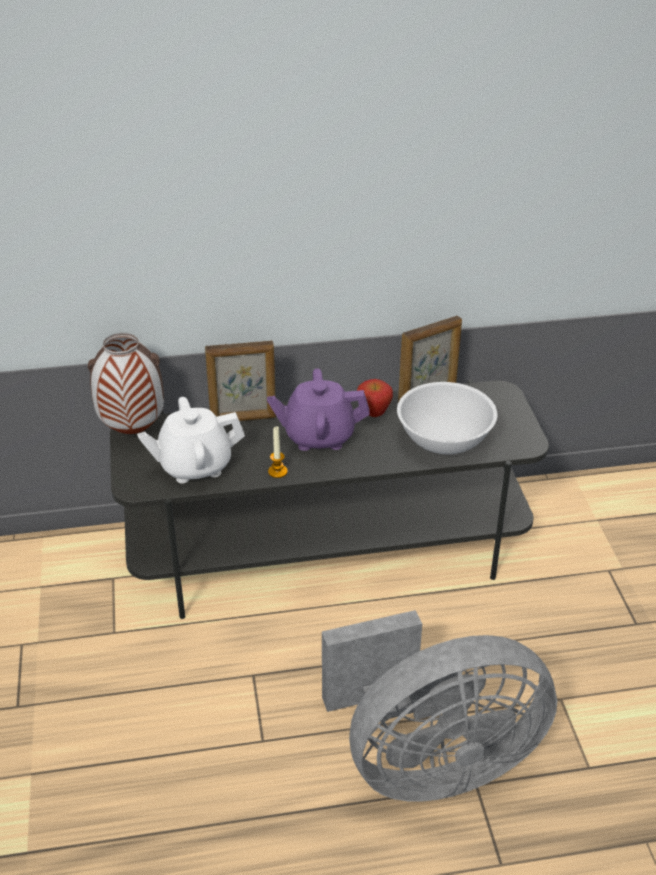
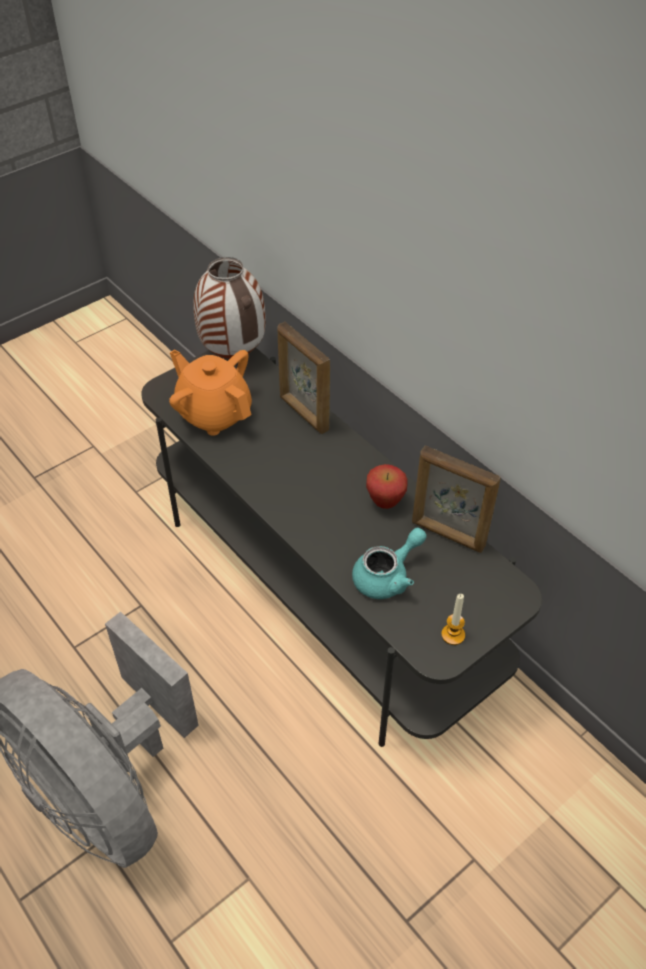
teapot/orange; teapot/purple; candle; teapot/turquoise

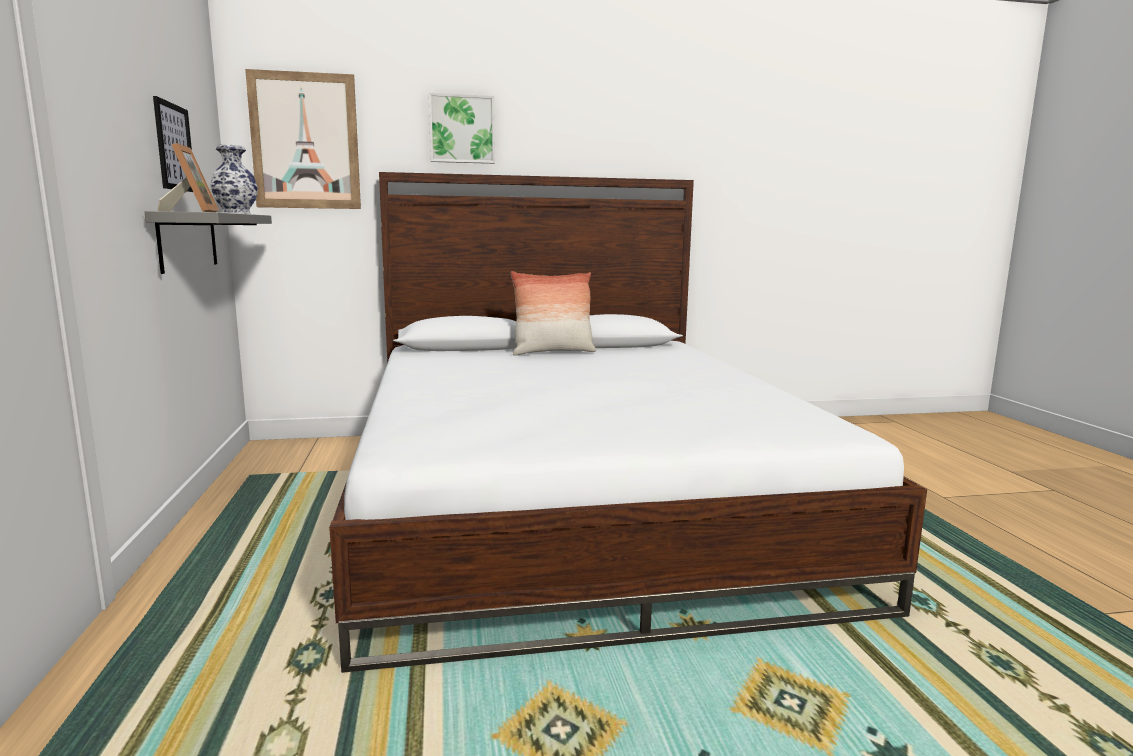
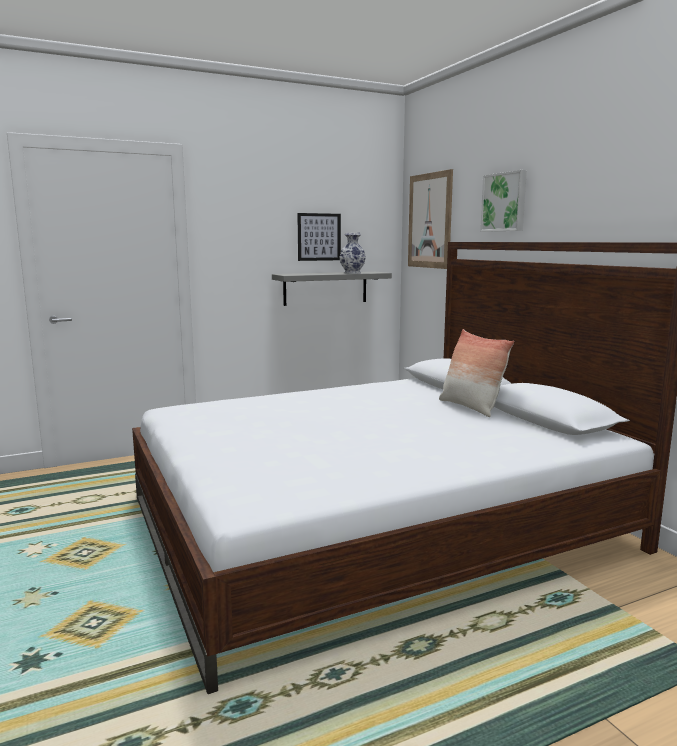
picture frame

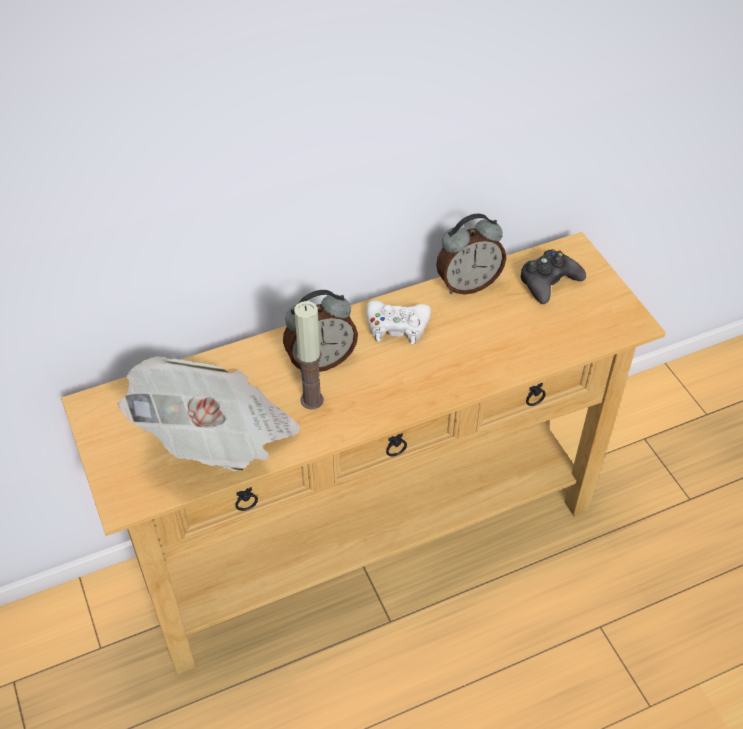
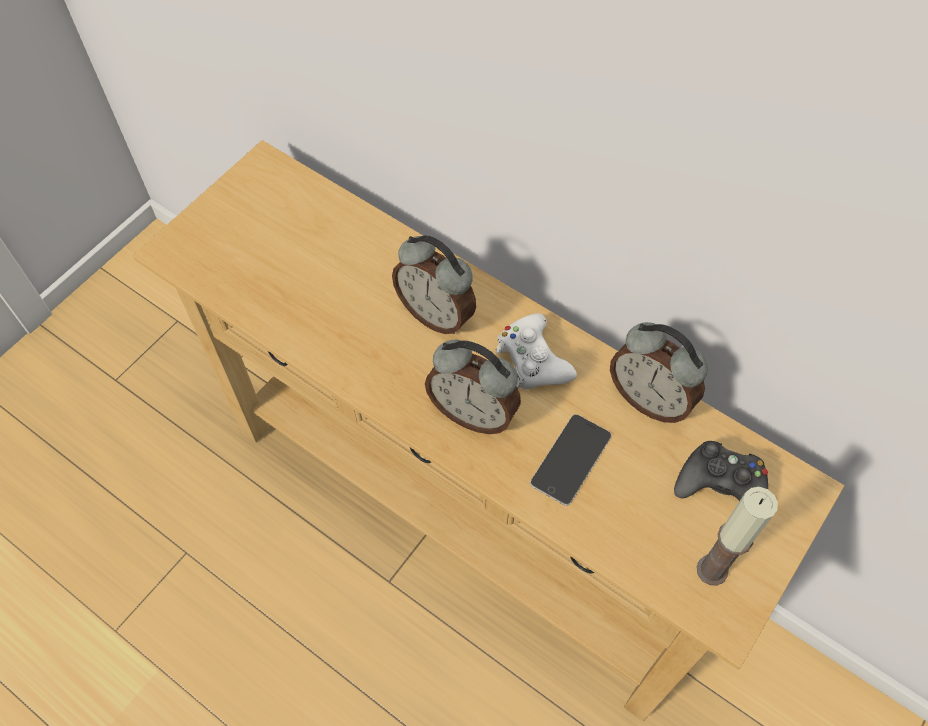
newspaper; candle; alarm clock (no. 2 from left); phone

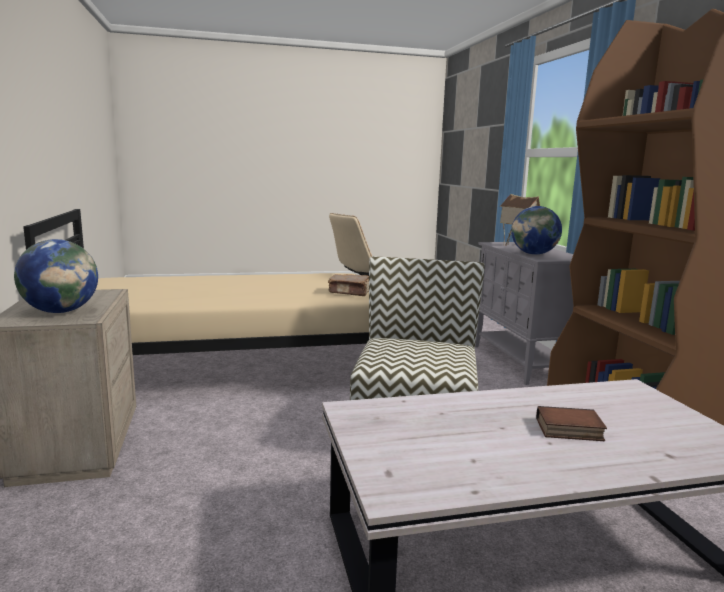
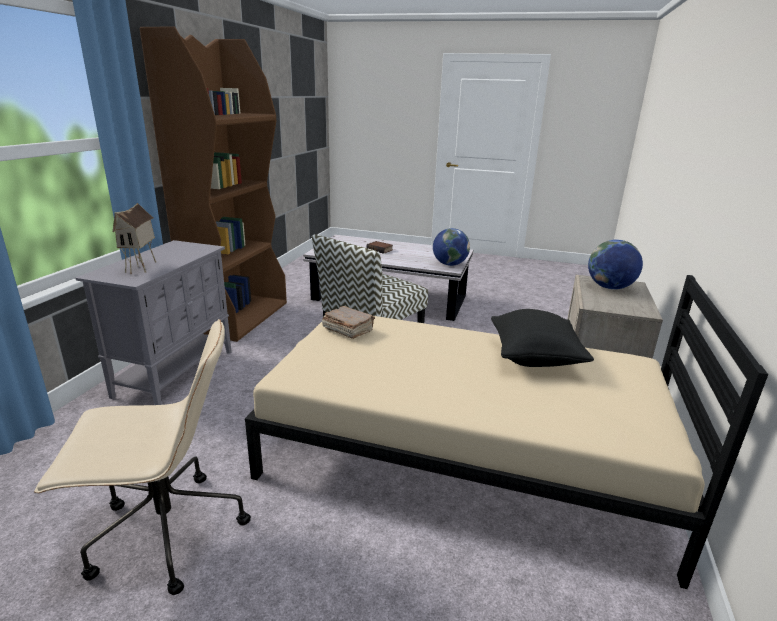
globe (no. 1 from left); pillow/black

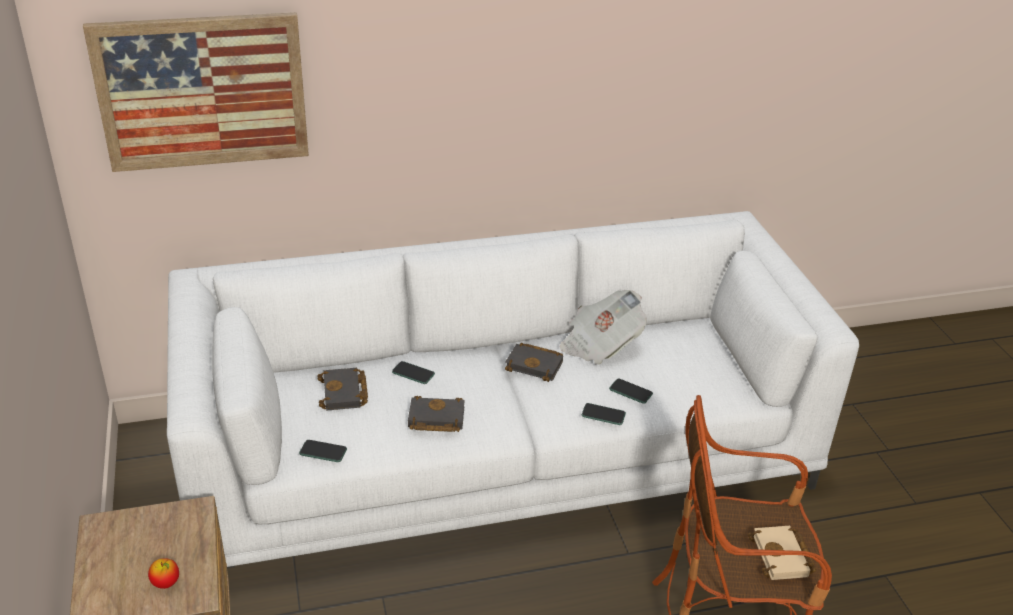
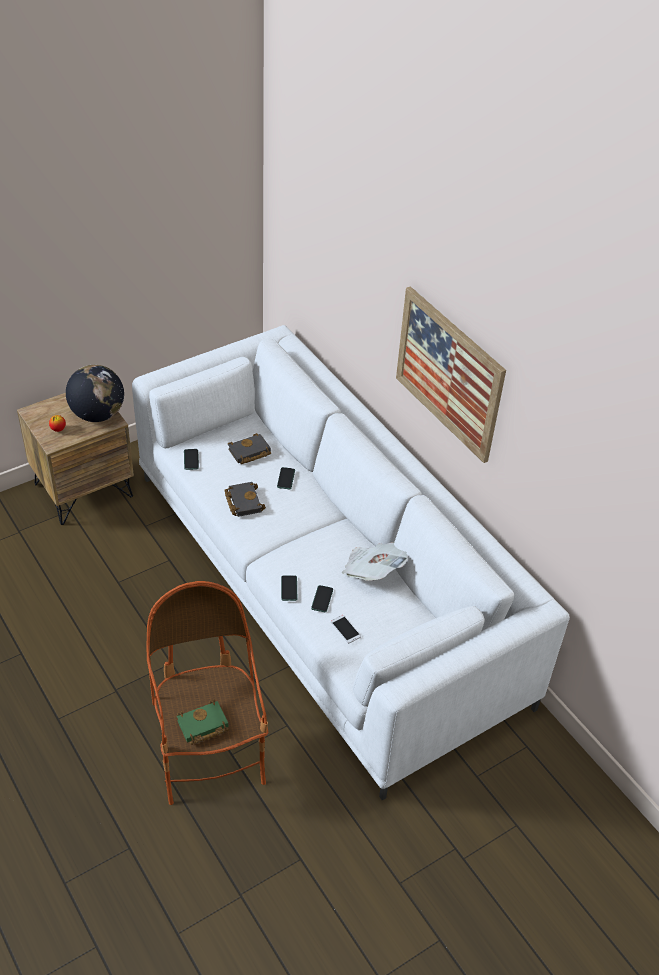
picture; book/black (no. 3 from left in the first image); book/green; globe; phone (no. 5 from left)

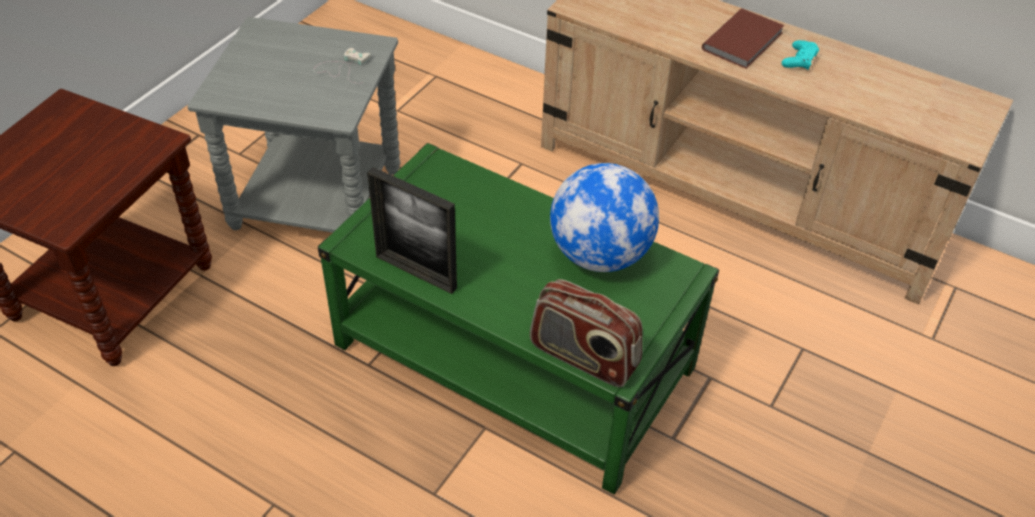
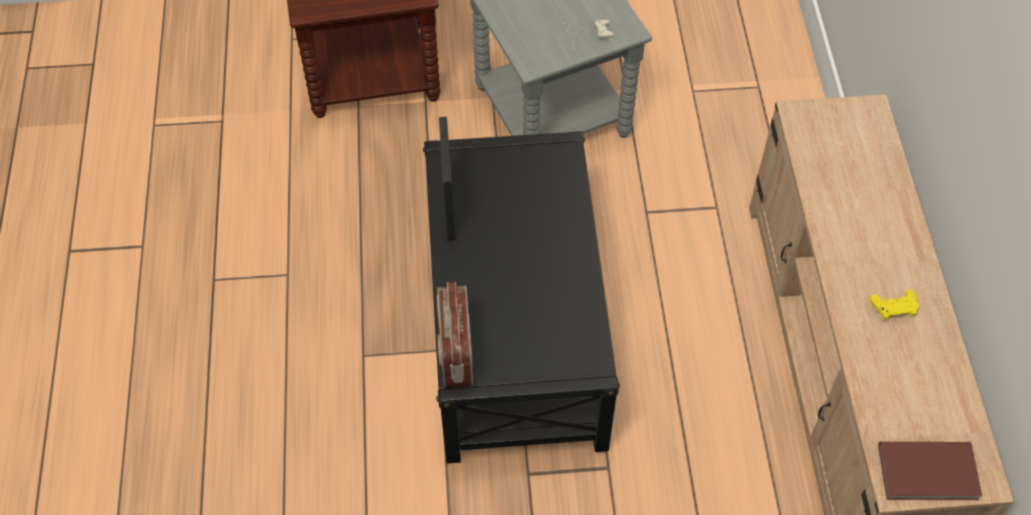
coffee table/black; globe; book/brown; game controller/yellow

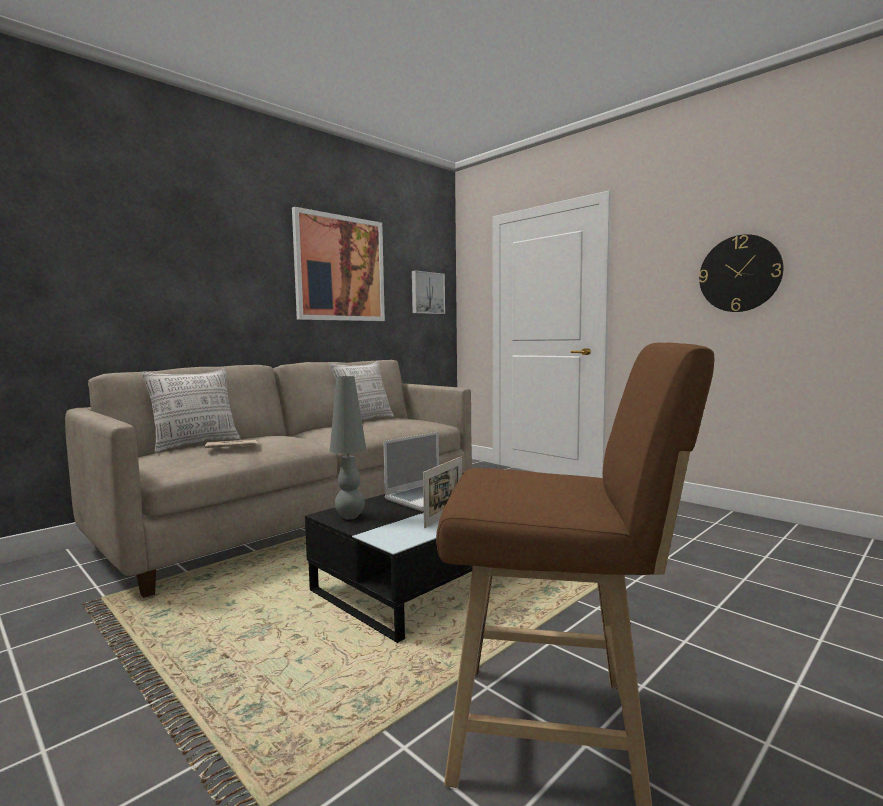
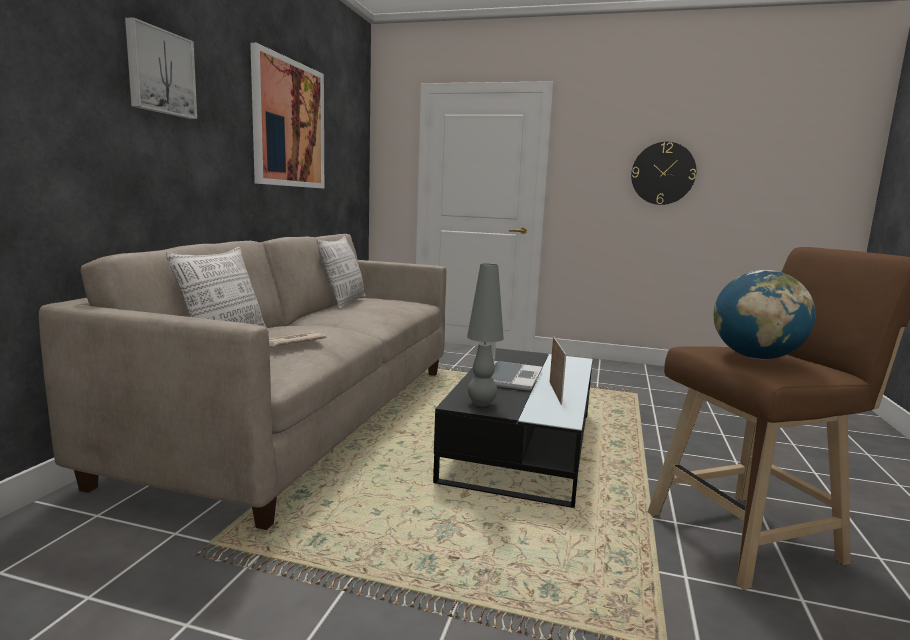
picture (no. 1 from left); globe

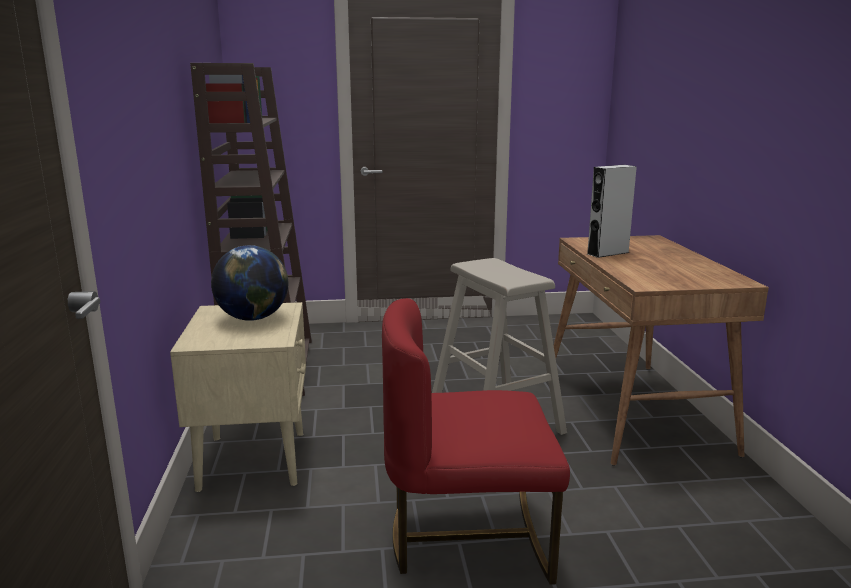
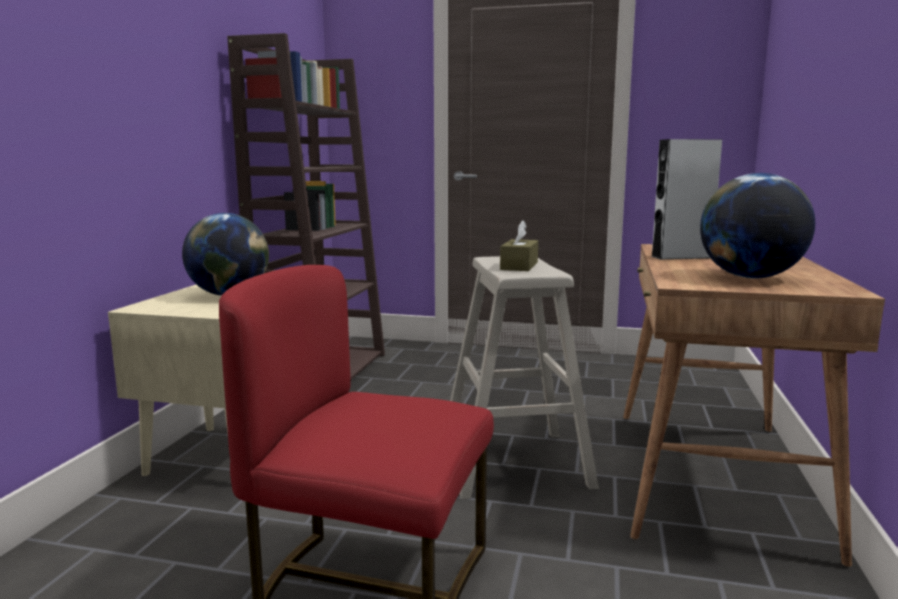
tissue box/brown; globe (no. 2 from left)

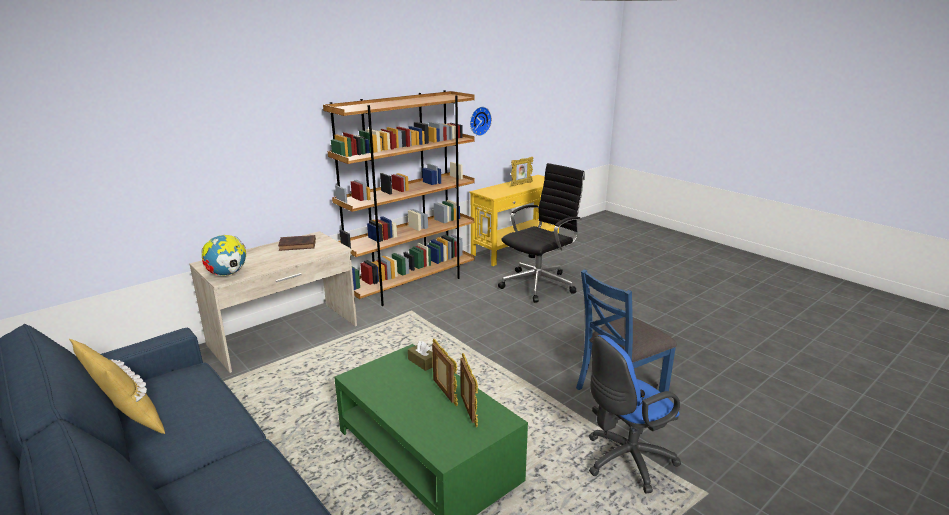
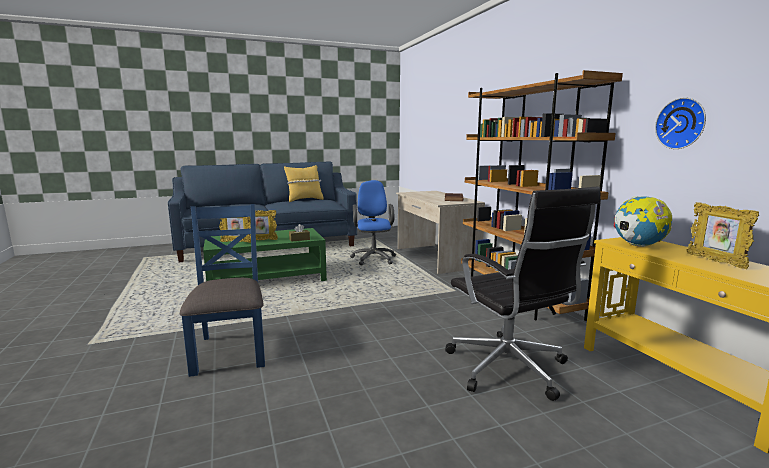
globe; office chair/blue

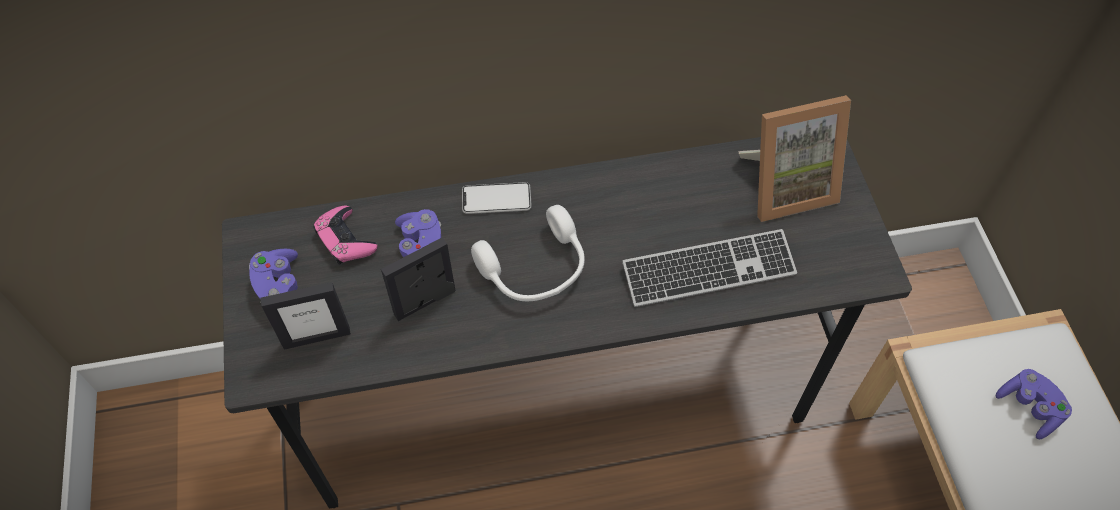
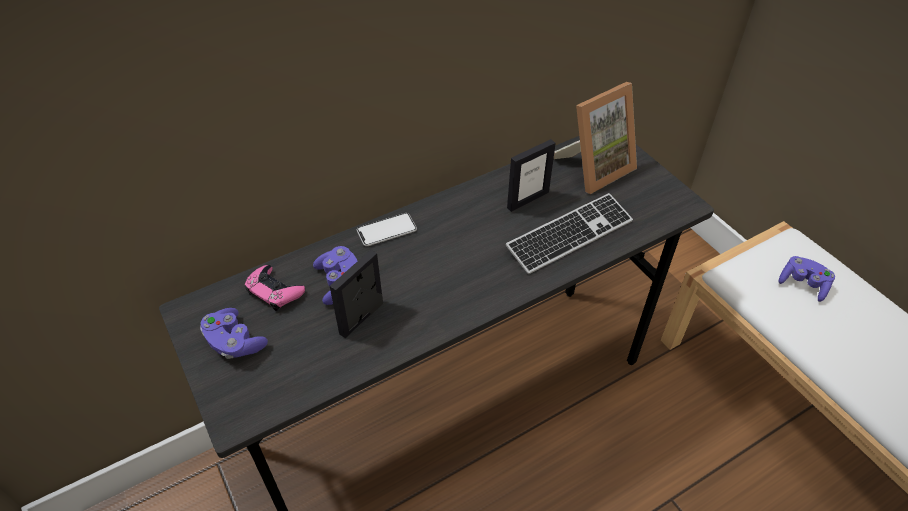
picture frame (no. 2 from left); headphones/white

